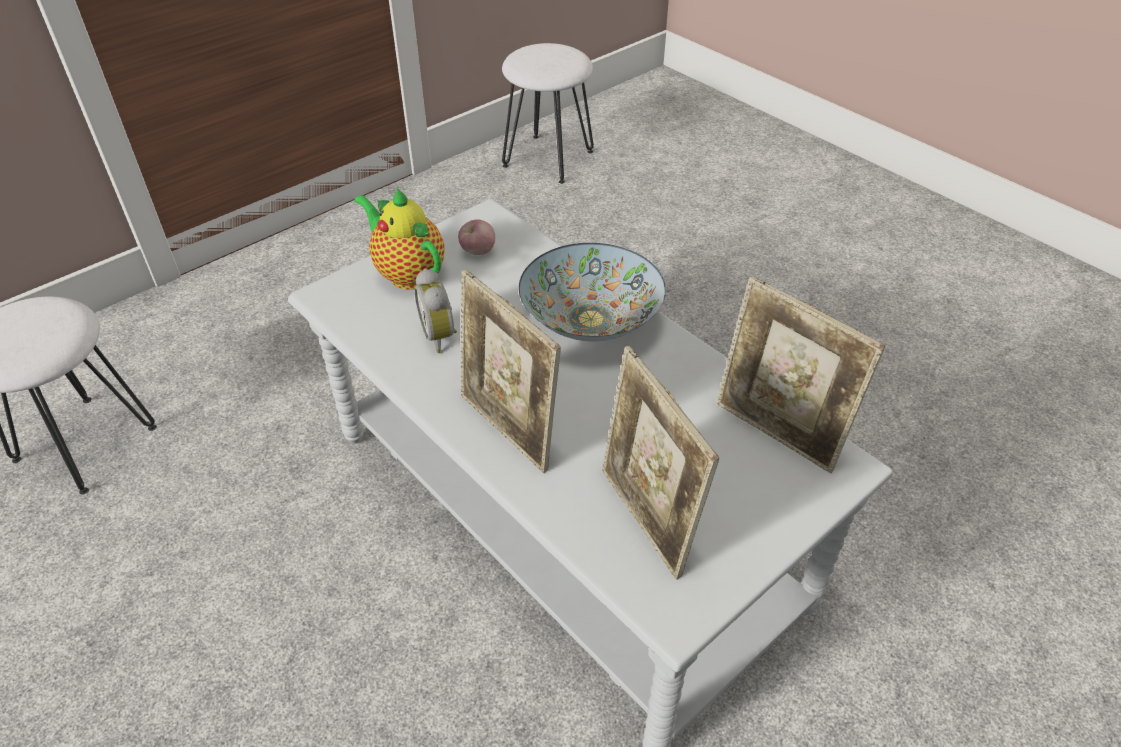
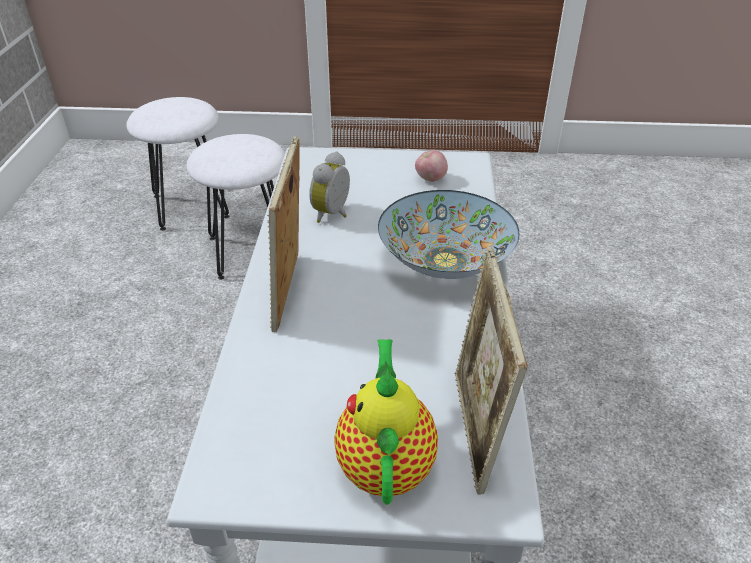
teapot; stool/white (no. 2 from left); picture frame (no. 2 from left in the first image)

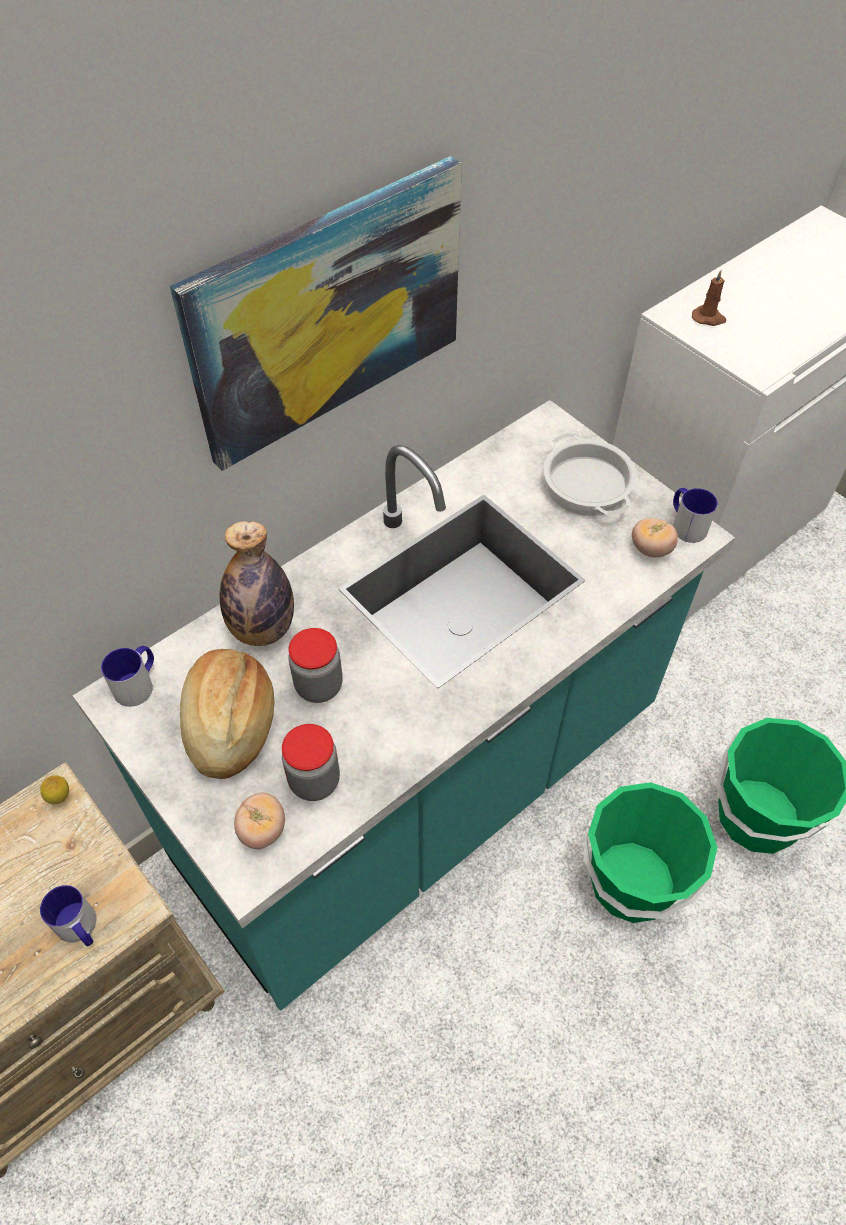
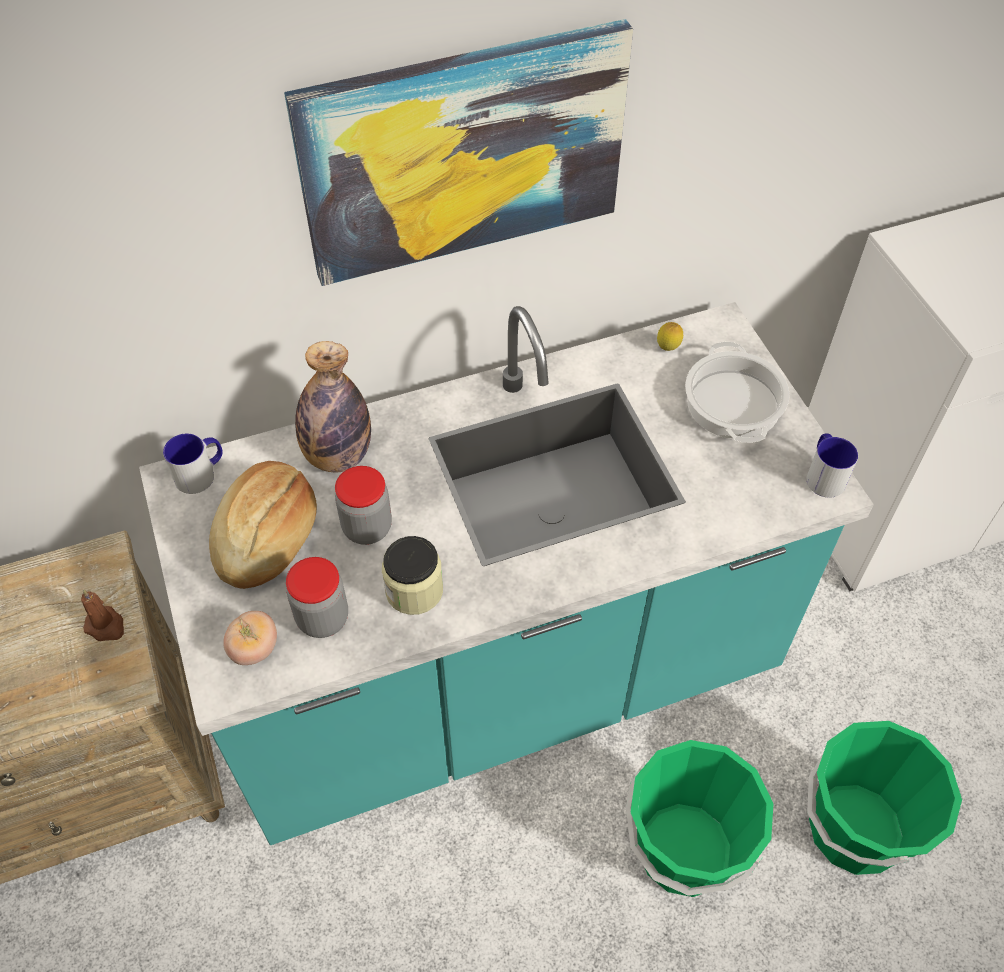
lemon; mug (no. 1 from left in the first image); tomato (no. 2 from left in the first image); candle/brown; jar (no. 3 from left)

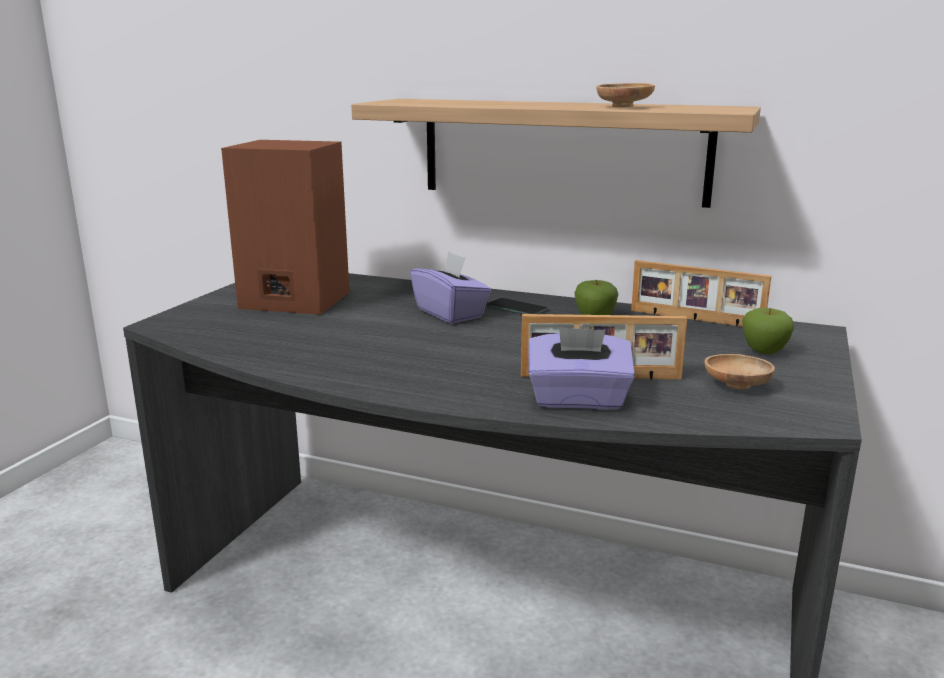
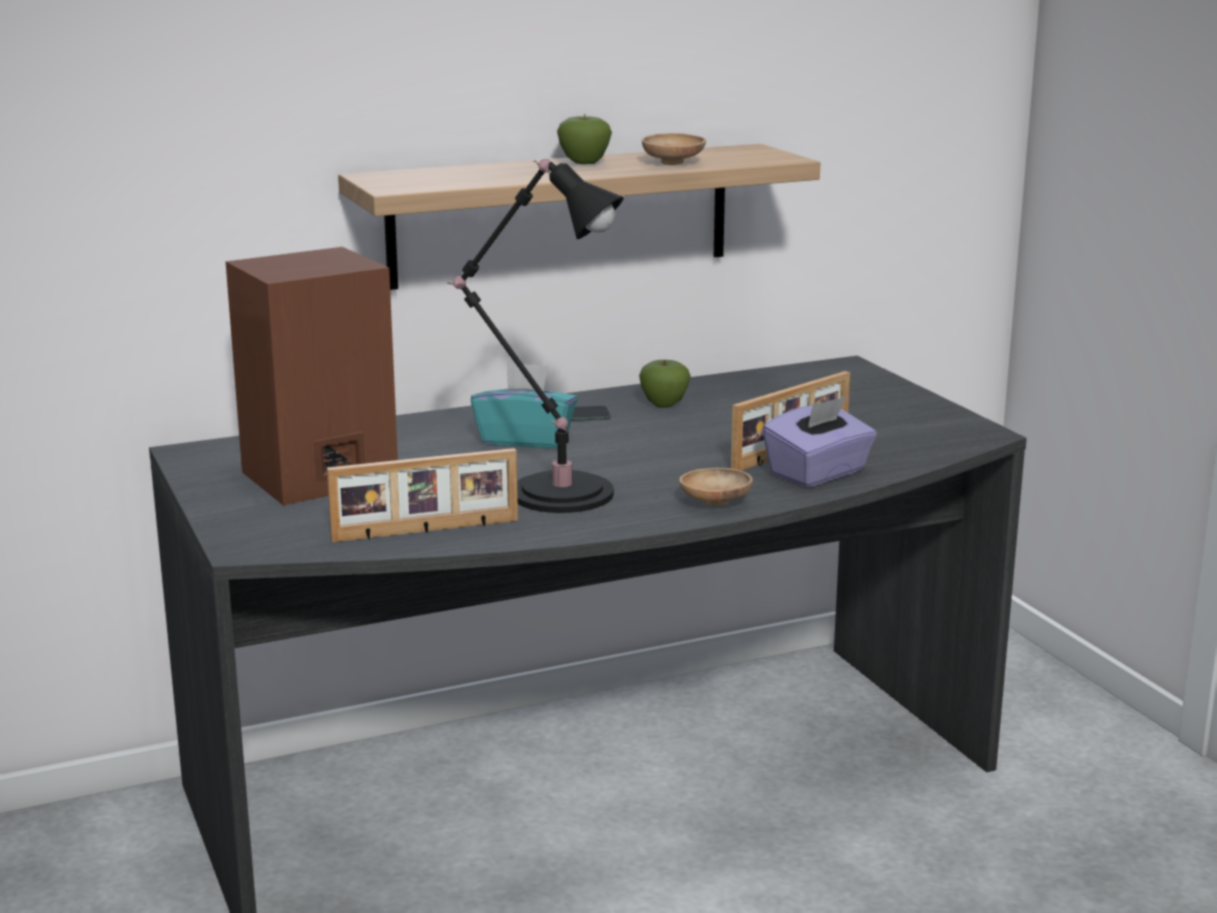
tissue box/turquoise; picture frame (no. 1 from left); bowl/brown (no. 2 from left); apple (no. 1 from left); table lamp/black

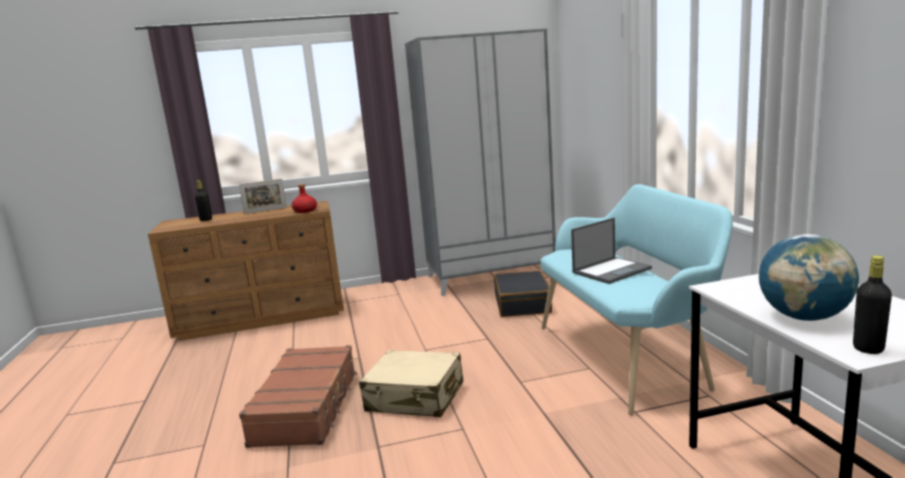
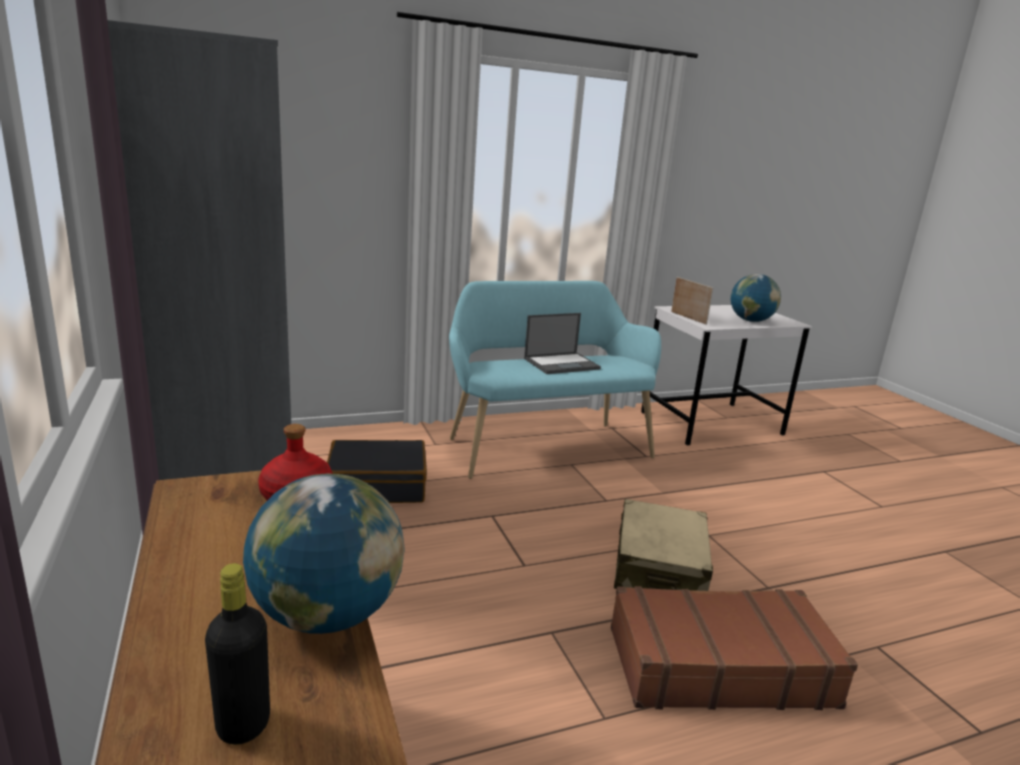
picture frame; laptop; bottle/black (no. 2 from left in the first image); globe (no. 1 from left)

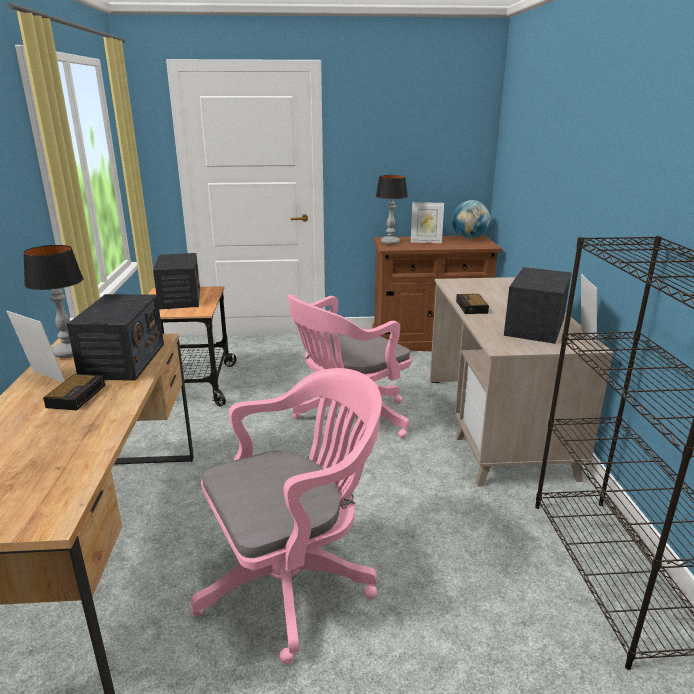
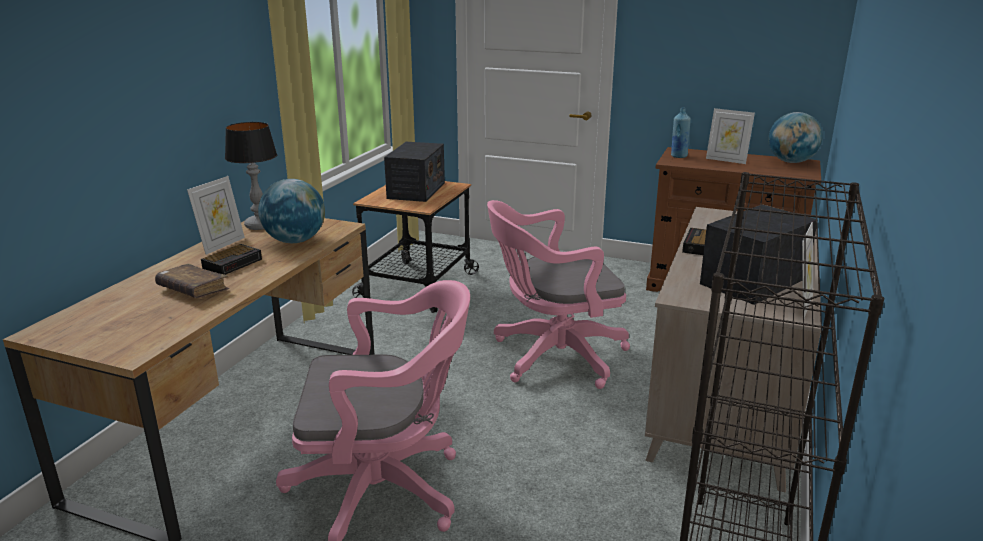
picture frame (no. 1 from left); globe (no. 1 from left); bottle/blue; book/brown

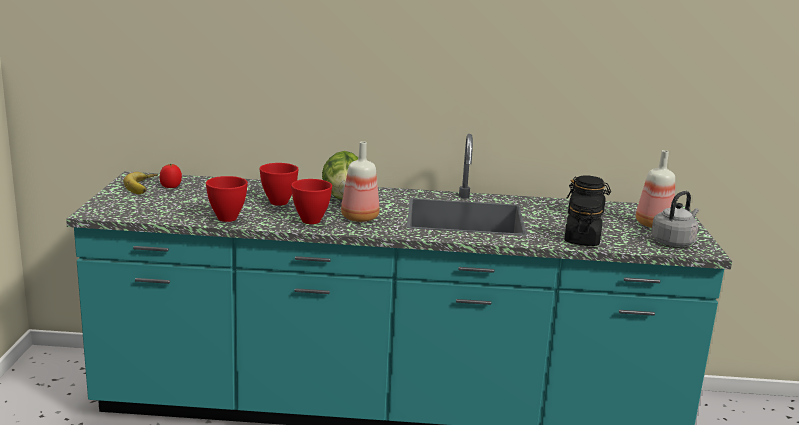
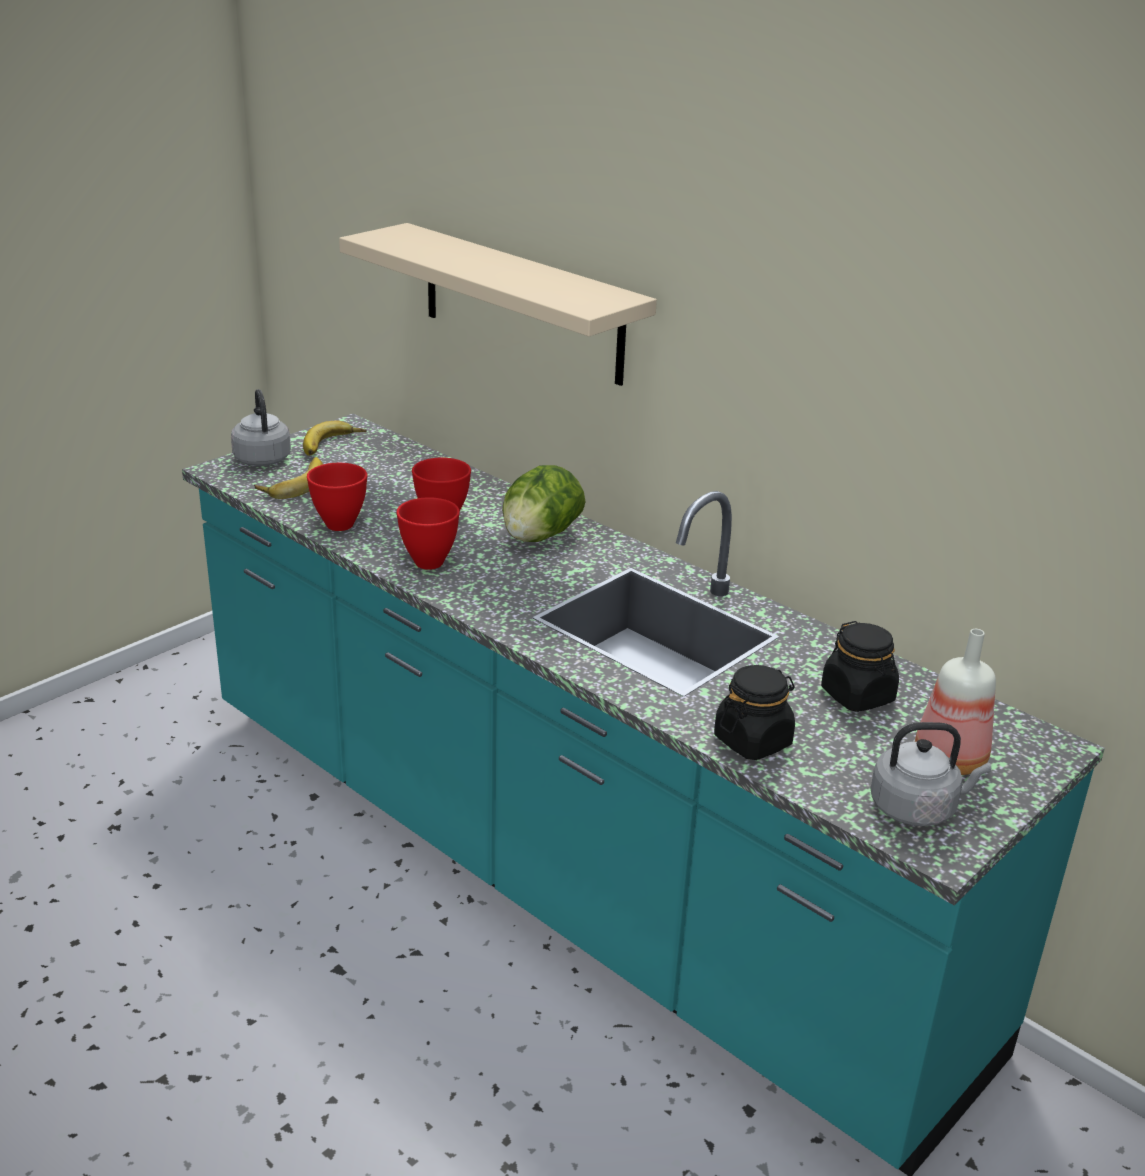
tomato; bottle (no. 1 from left in the first image); kettle/grey (no. 1 from left); banana (no. 1 from left); shelf/beige

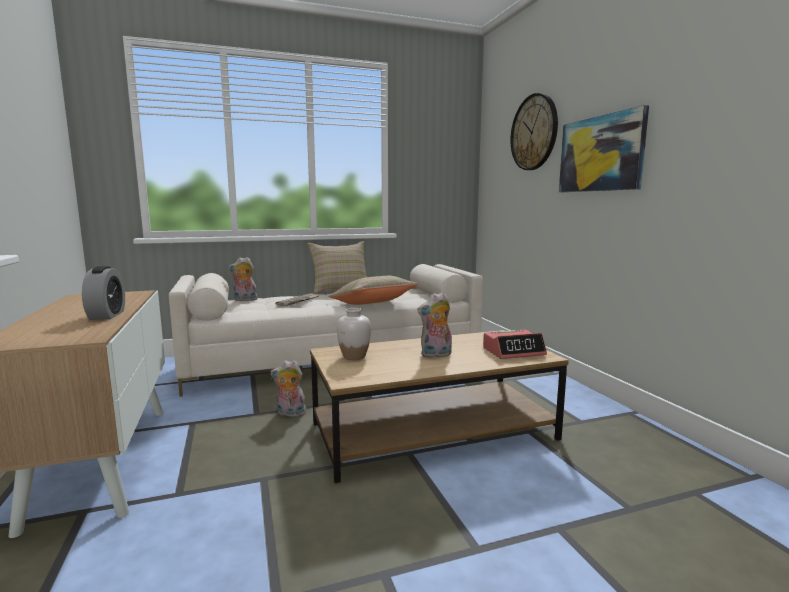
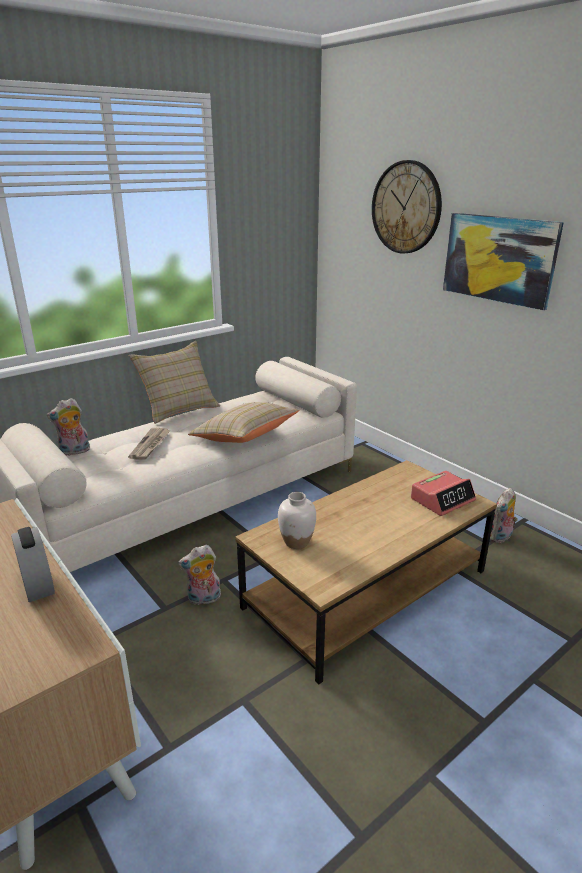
plush toy (no. 3 from left)

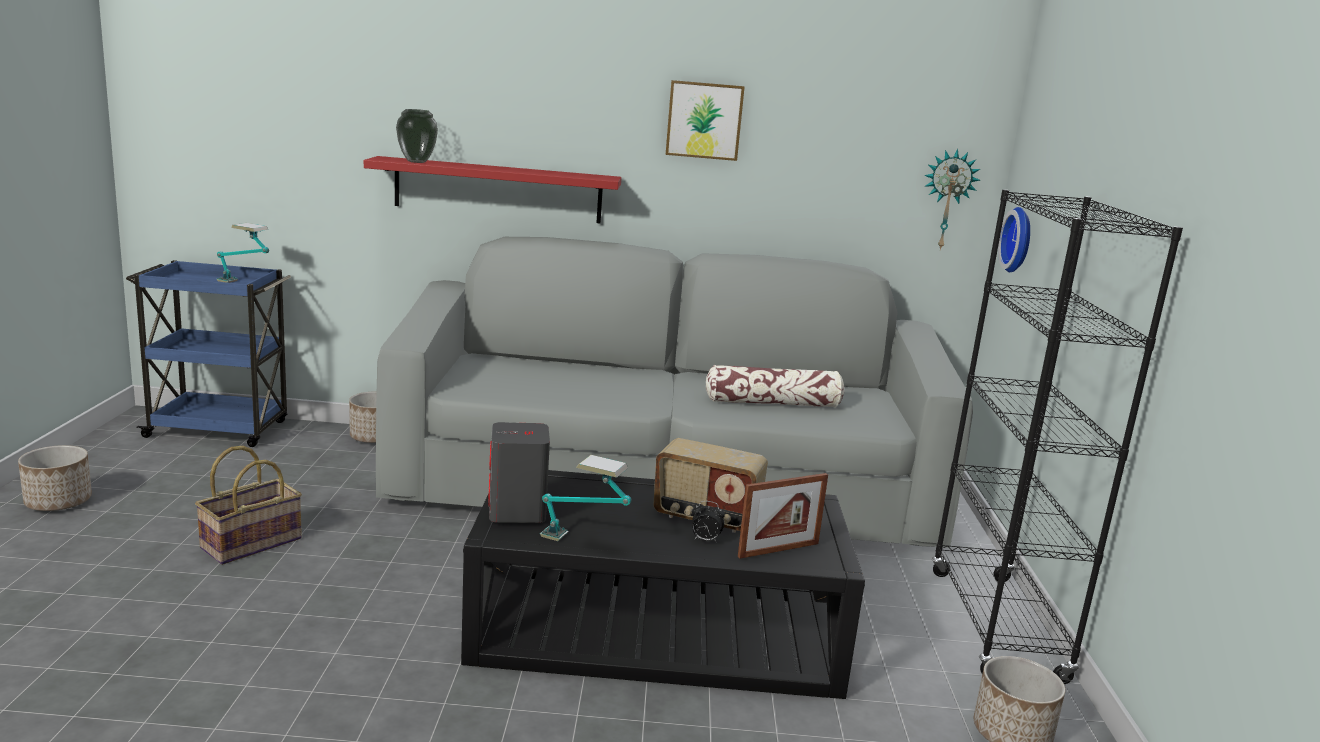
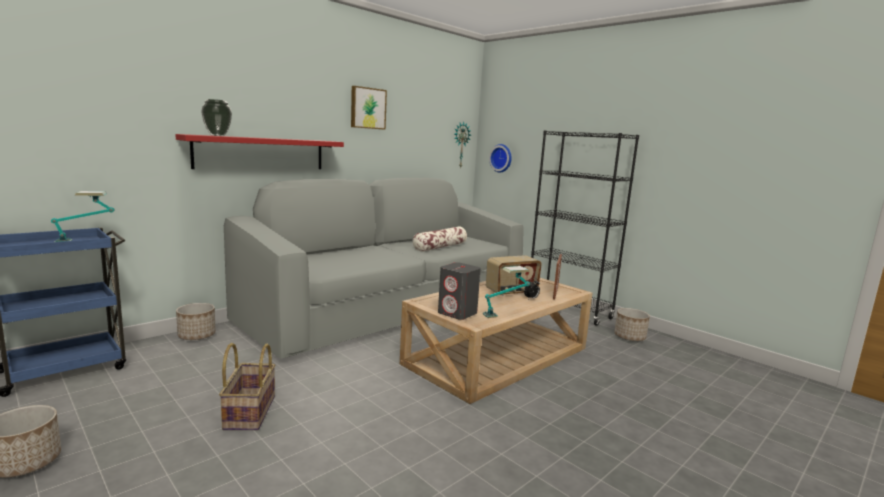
coffee table/beige

